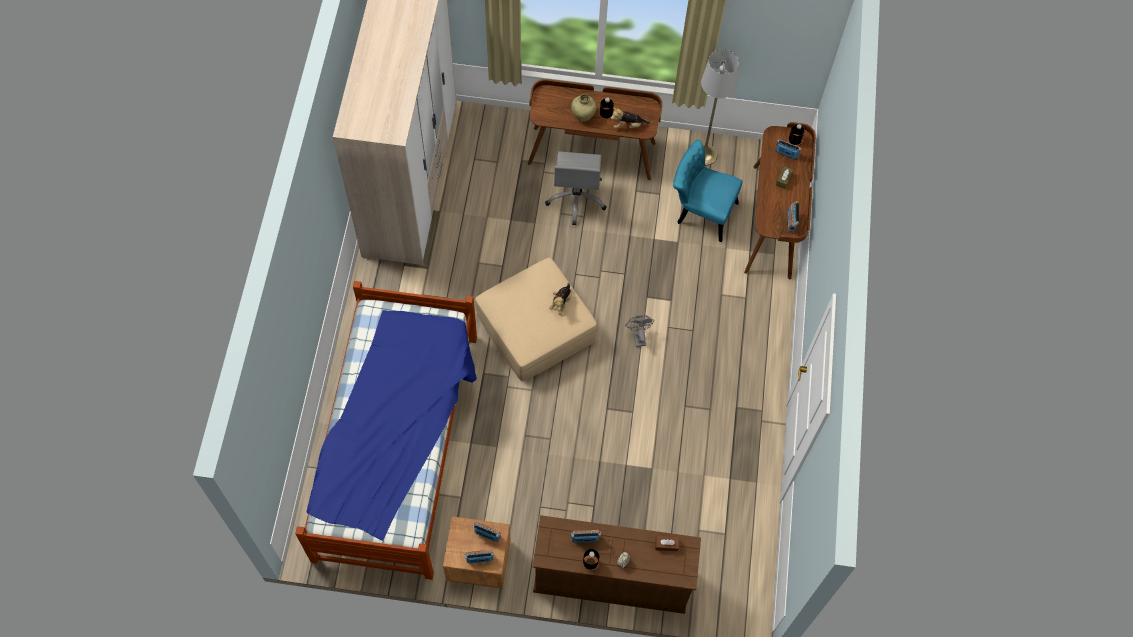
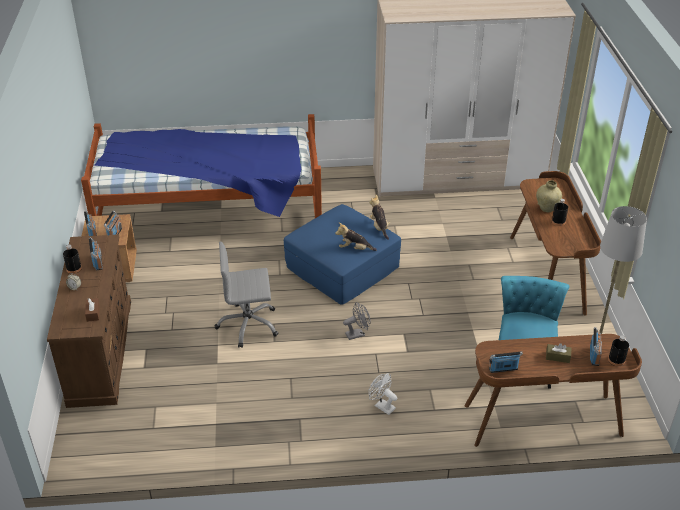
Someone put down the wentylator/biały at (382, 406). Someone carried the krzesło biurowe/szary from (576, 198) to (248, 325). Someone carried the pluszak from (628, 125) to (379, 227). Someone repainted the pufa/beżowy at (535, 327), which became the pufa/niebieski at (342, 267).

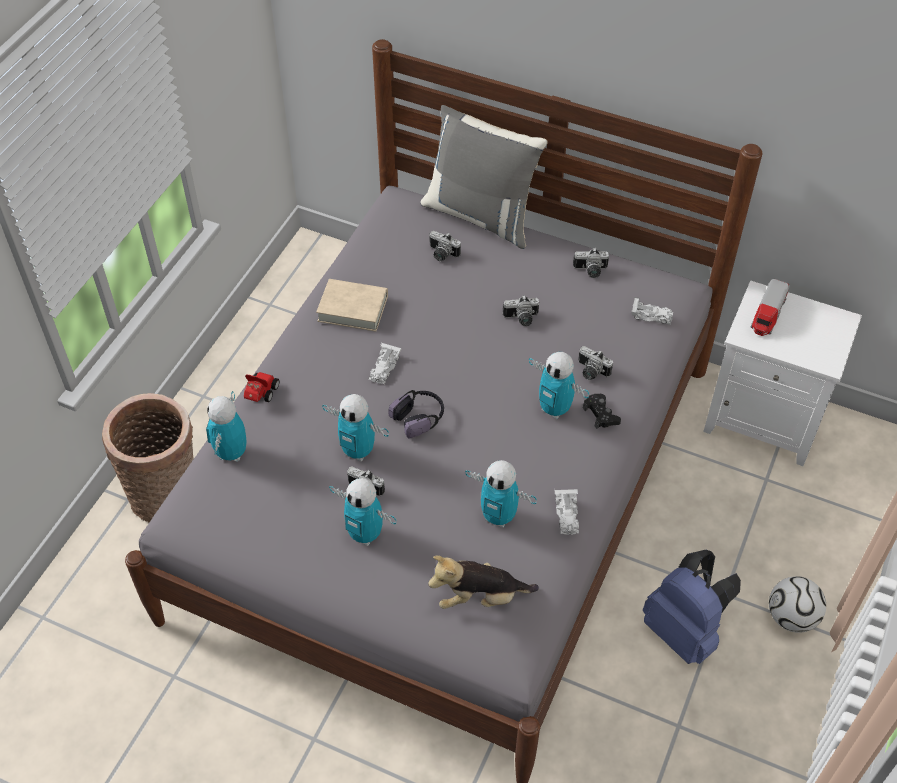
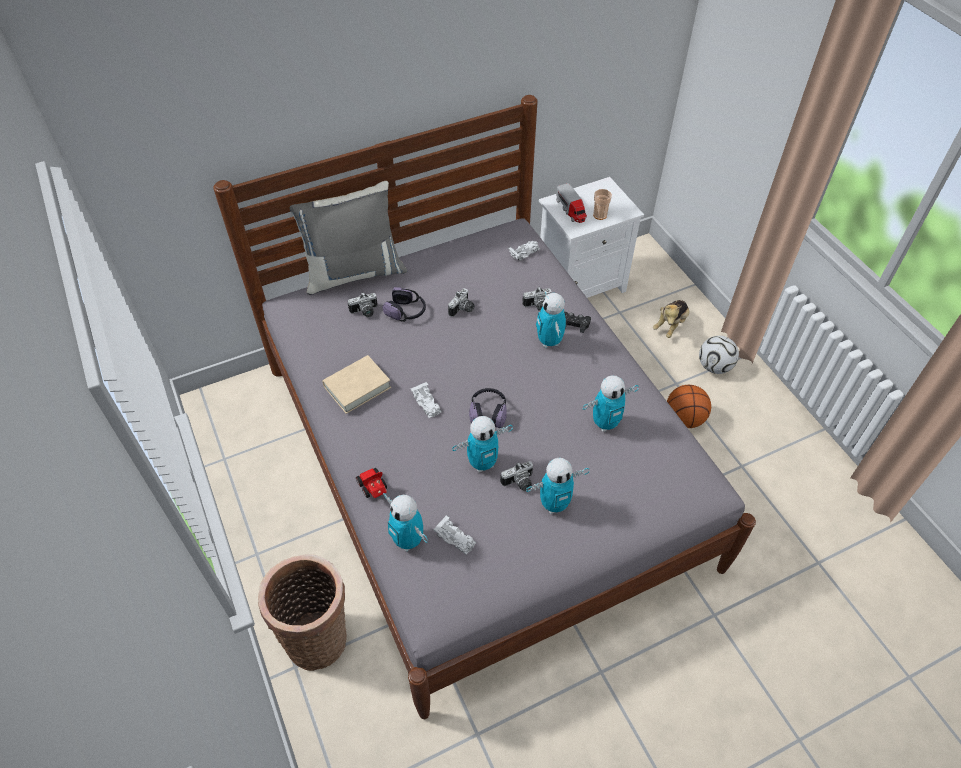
Someone took away the aparat fotograficzny at (590, 271). Someone put down the słuchawki at (406, 312). Someone put down the filiżanka at (600, 215). Someone carried the pluszak from (480, 597) to (670, 325). Someone carried the samochodzik/biały from (567, 515) to (455, 538). Someone swapped the plecak/niebieski at (684, 631) for the piłka do koszykówki at (684, 419). Someone rotated the robot zabawkowy at (554, 409) by 90 degrees clockwise.

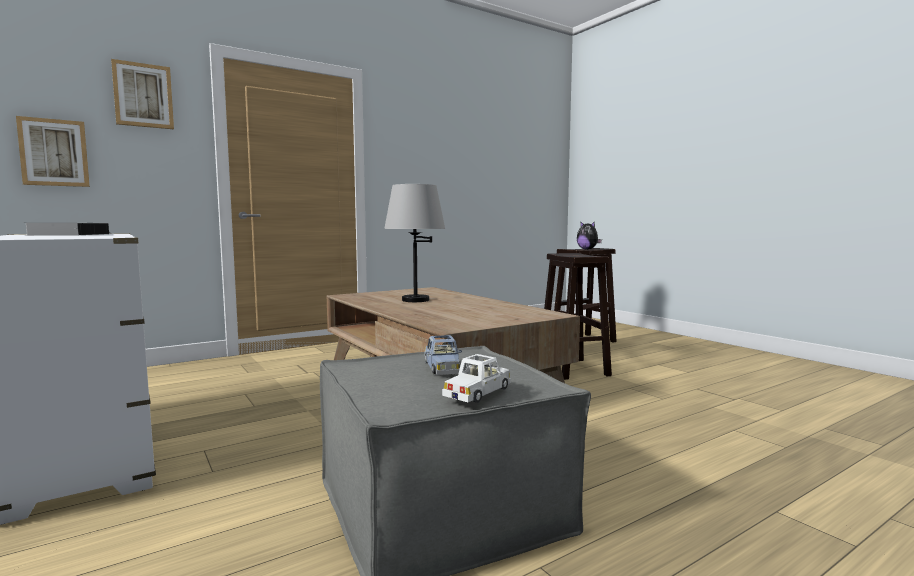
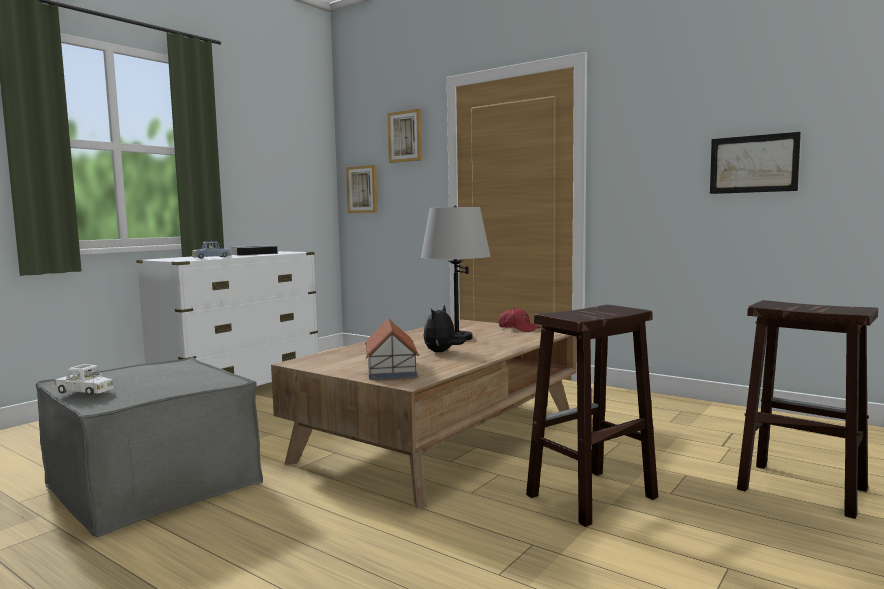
Someone put down the domek at (390, 370). Someone put down the czapka z daszkiem/czerwony at (518, 328). Someone put up the obraz at (753, 164). Someone carried the samochodzik/niebieski from (442, 367) to (211, 257). Someone carried the pluszak from (587, 249) to (441, 352).

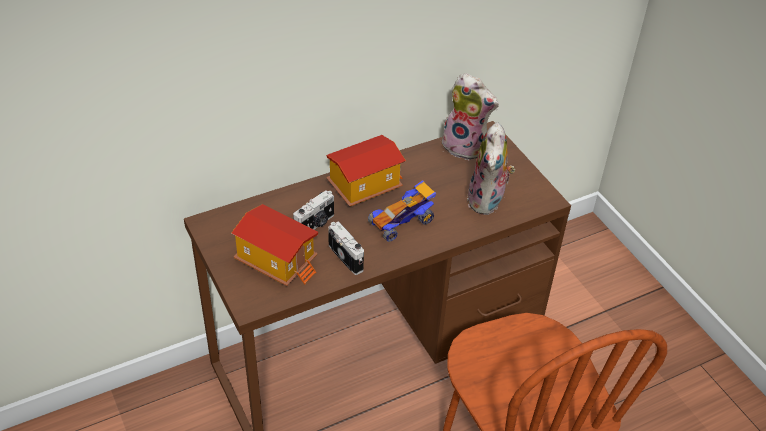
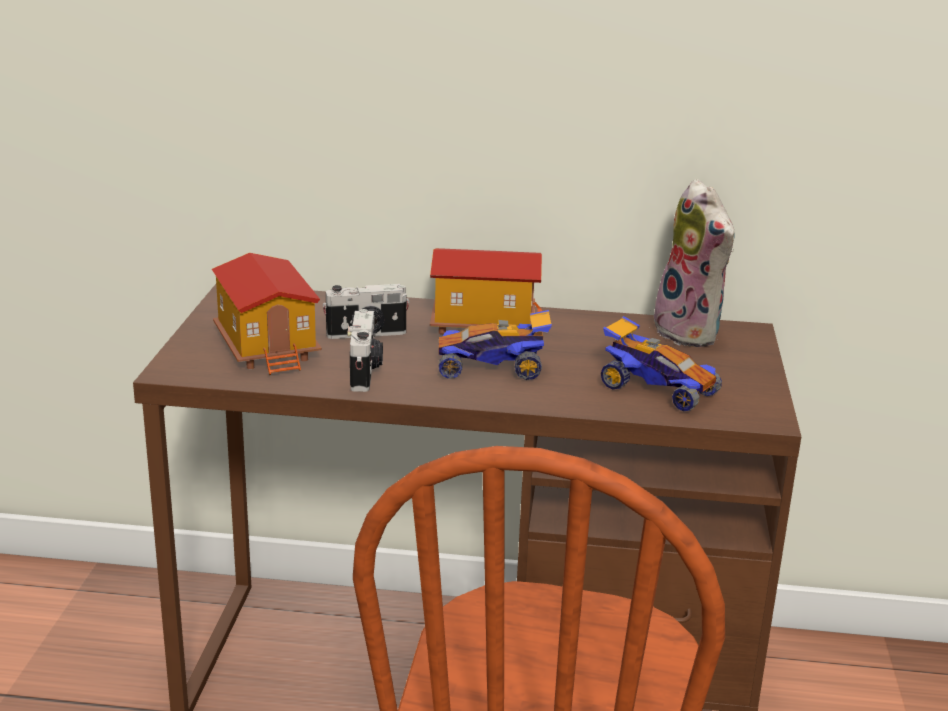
Someone swapped the pluszak at (488, 201) for the samochodzik at (656, 389).

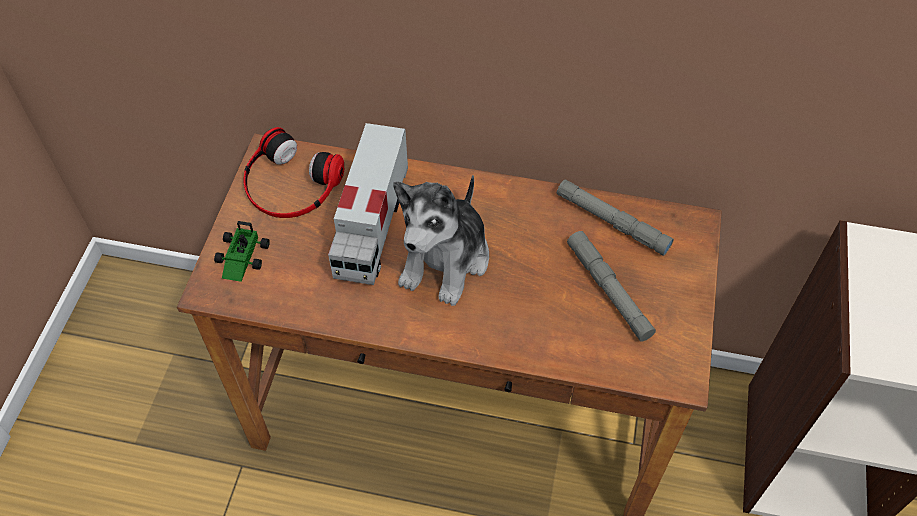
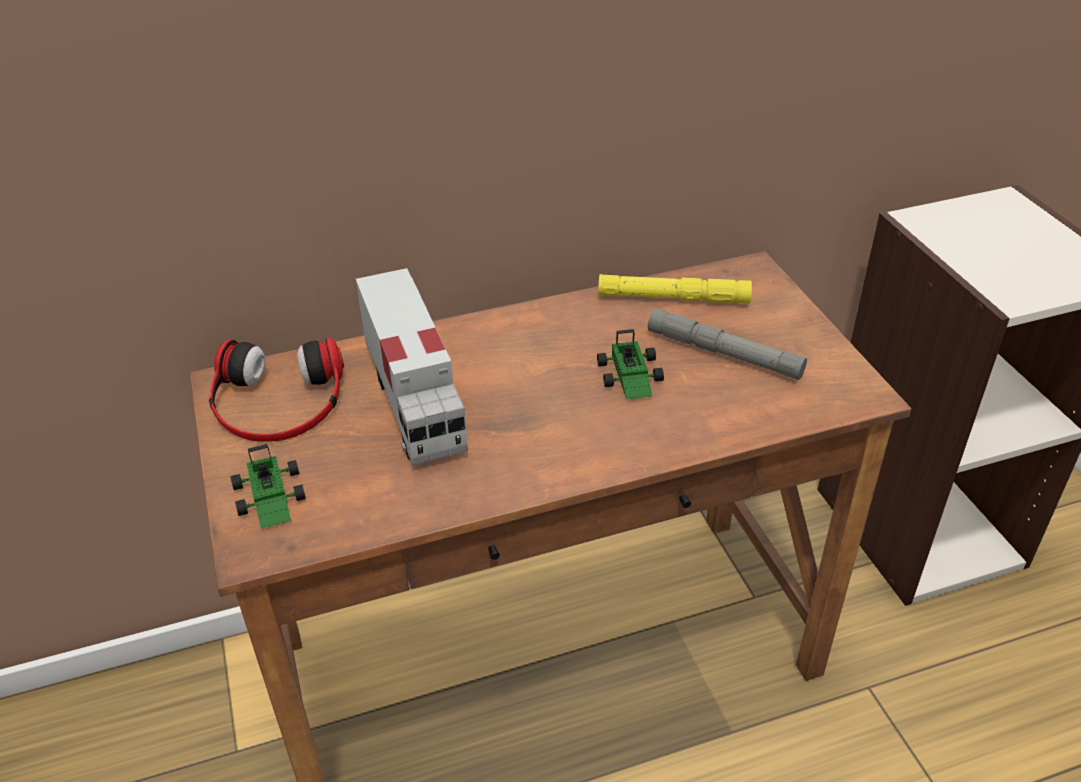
Someone took away the pluszak at (446, 260). Someone put down the samochodzik at (631, 377). Someone repainted the latarka/szary at (612, 222), which became the latarka/żółty at (673, 298).

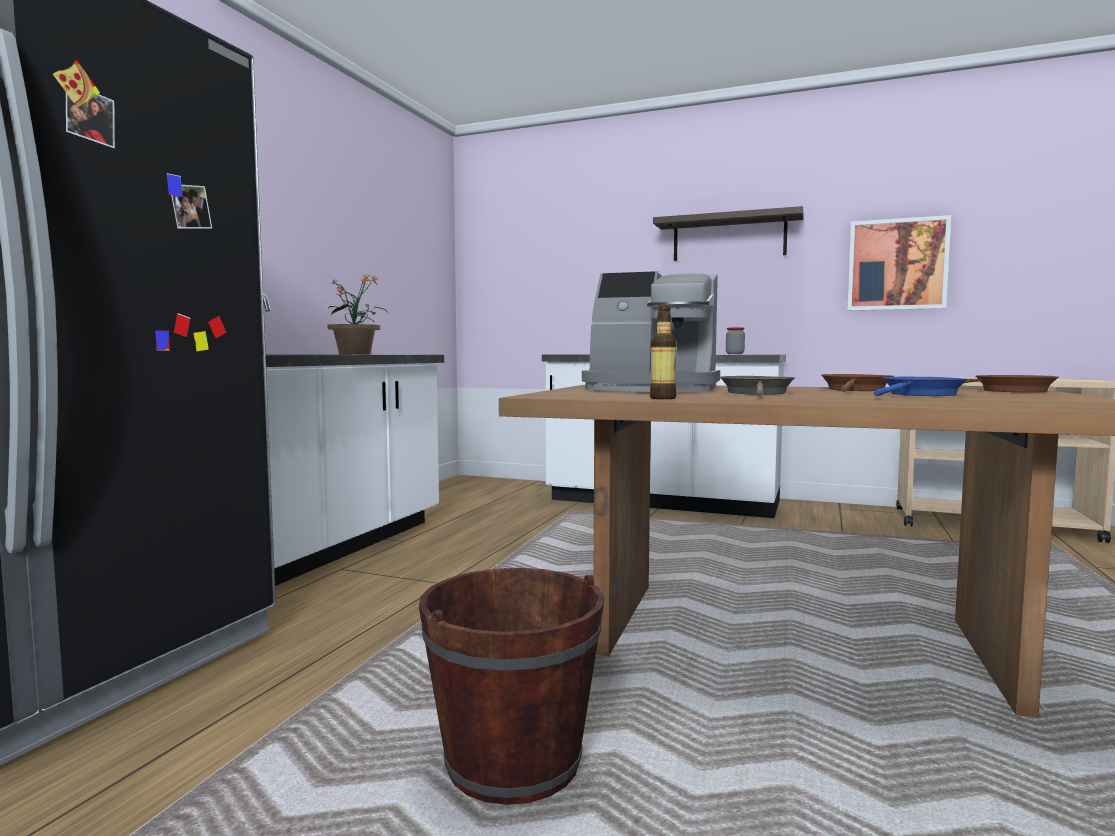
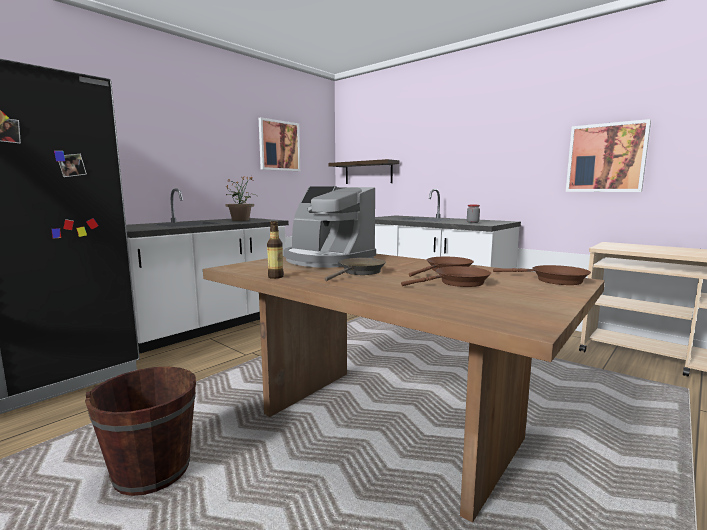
Someone put up the obraz at (279, 146). Someone carried the półka from (729, 238) to (368, 172). Someone repainted the patelnia/niebieski at (920, 395), which became the patelnia/brązowy at (458, 283).

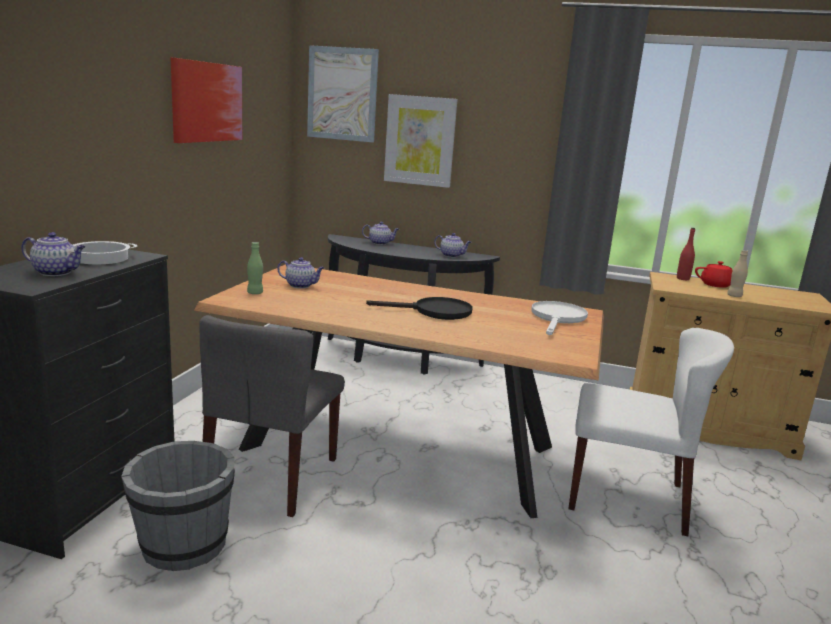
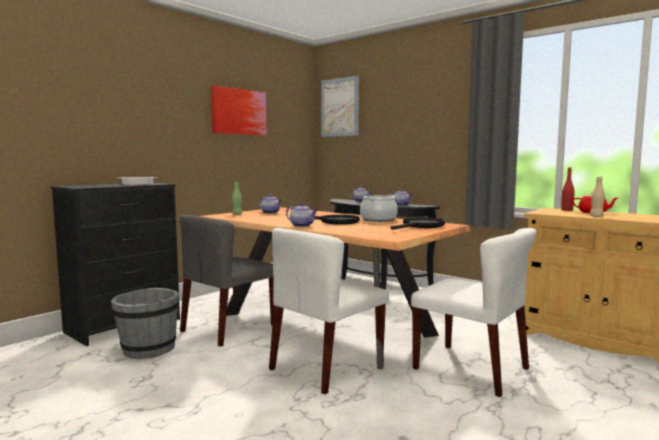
Someone took away the obraz at (420, 141). Someone put down the krzesło/biały at (326, 366). Someone put down the garnek at (378, 220). Someone carried the imbryk from (57, 272) to (302, 225). Someone repainted the patelnia/biały at (557, 318), which became the patelnia/czarny at (420, 226).

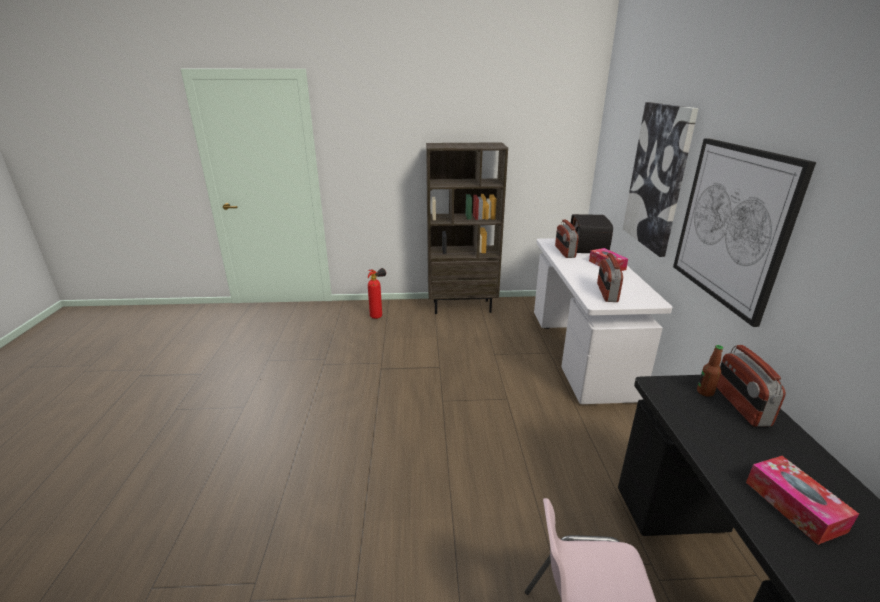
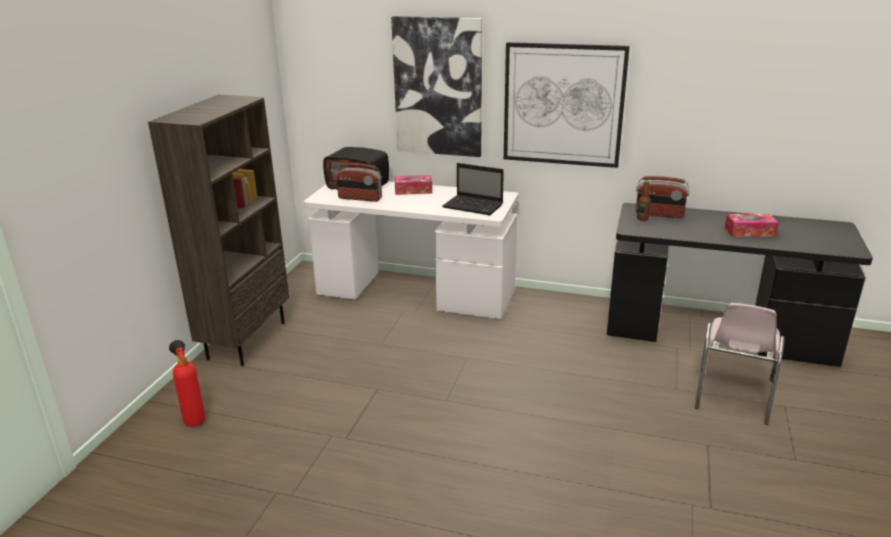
Someone swapped the radio at (606, 293) for the laptop at (474, 206).

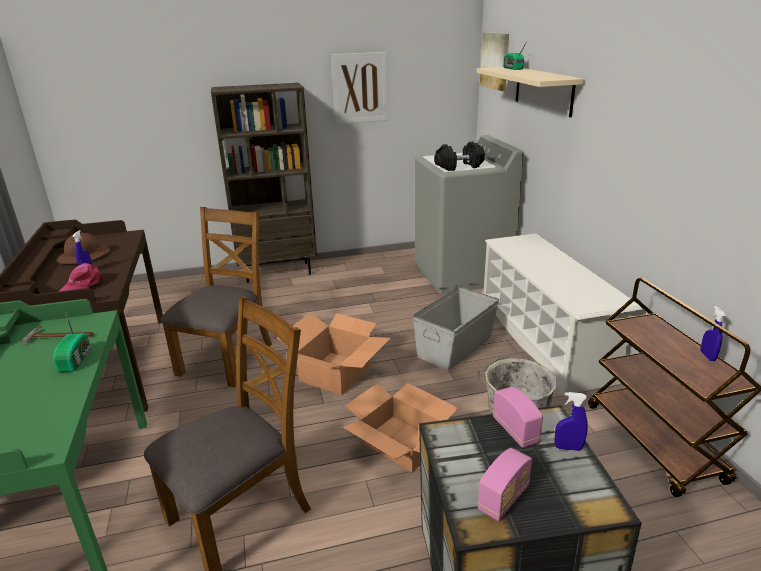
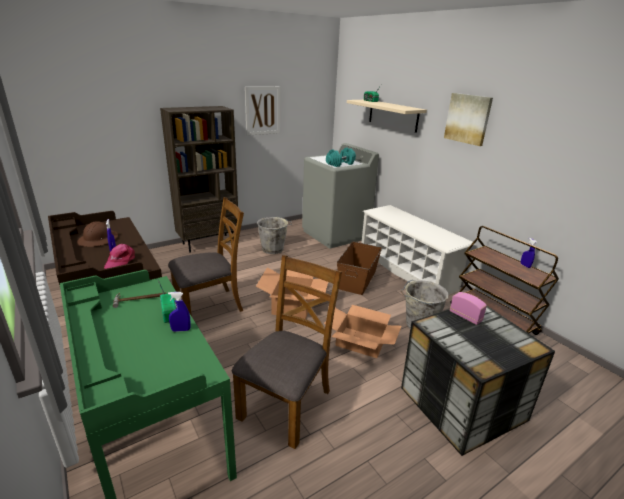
Someone took away the radio at (503, 498). Someone put down the wiadro/szary at (273, 249). Someone carried the obraz from (495, 60) to (468, 119). Someone carried the spryskiwacz/niebieski from (568, 448) to (181, 330). Someone repainted the pojemnik do przechowywania/szary at (456, 346), which became the pojemnik do przechowywania/brązowy at (358, 279). Someone repainted the hantel/czarny at (459, 167), which became the hantel/turkusowy at (340, 164). Someone rotated the krzesło/brązowy at (227, 358) by 60 degrees clockwise.

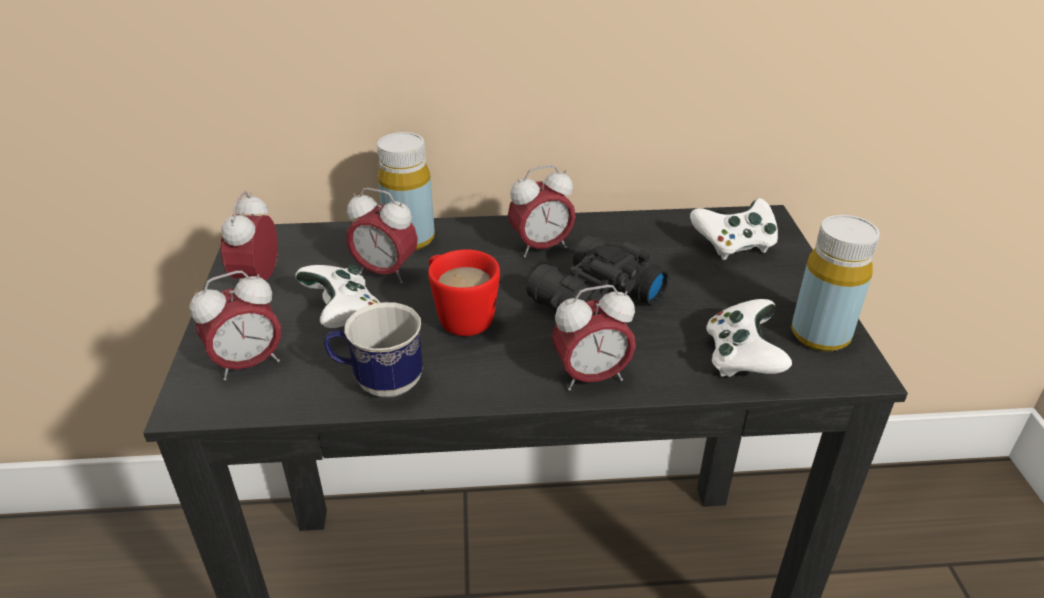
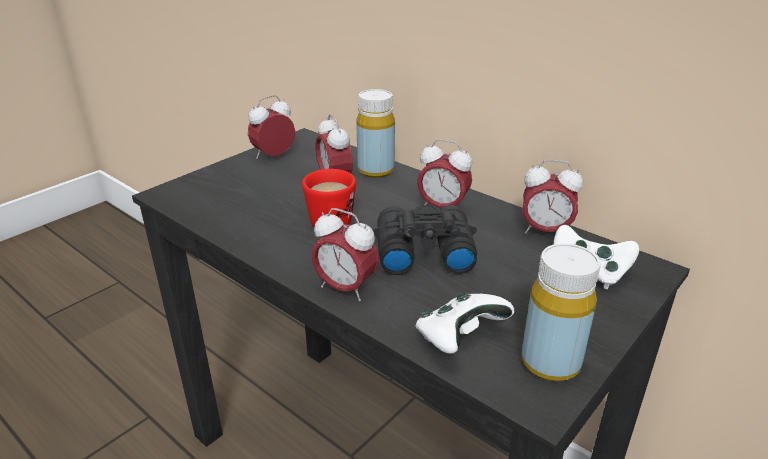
Someone took away the pad do gier/biały at (343, 315). Someone took away the kubek at (379, 383). Someone carried the budzik from (248, 364) to (545, 231).

